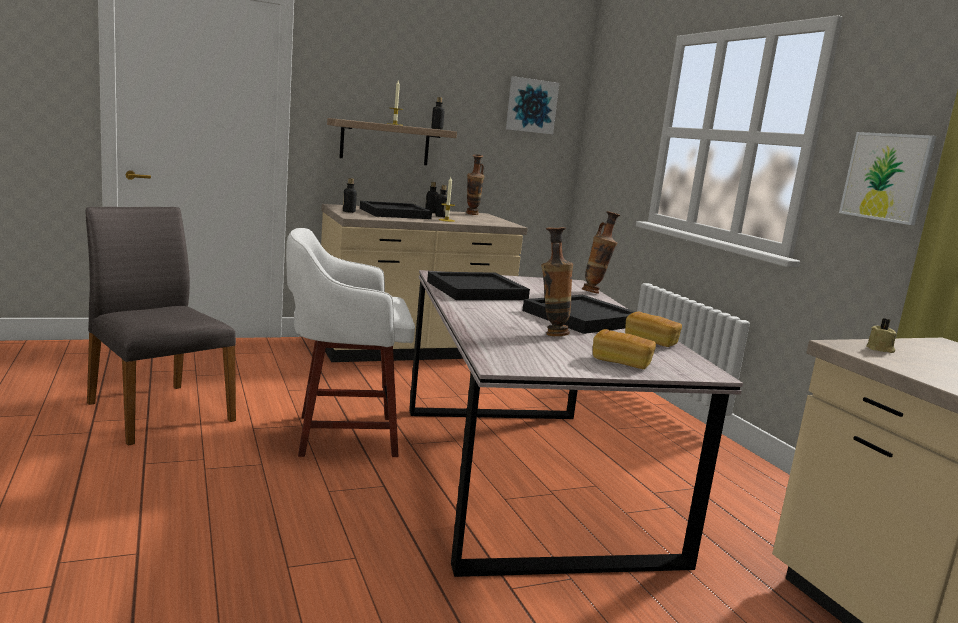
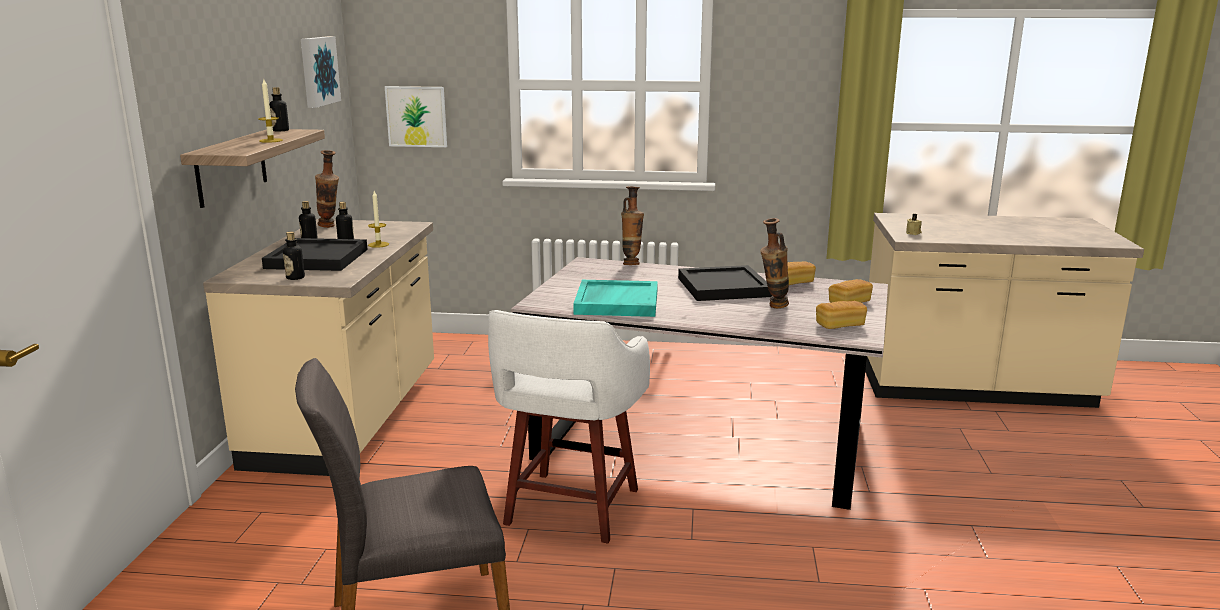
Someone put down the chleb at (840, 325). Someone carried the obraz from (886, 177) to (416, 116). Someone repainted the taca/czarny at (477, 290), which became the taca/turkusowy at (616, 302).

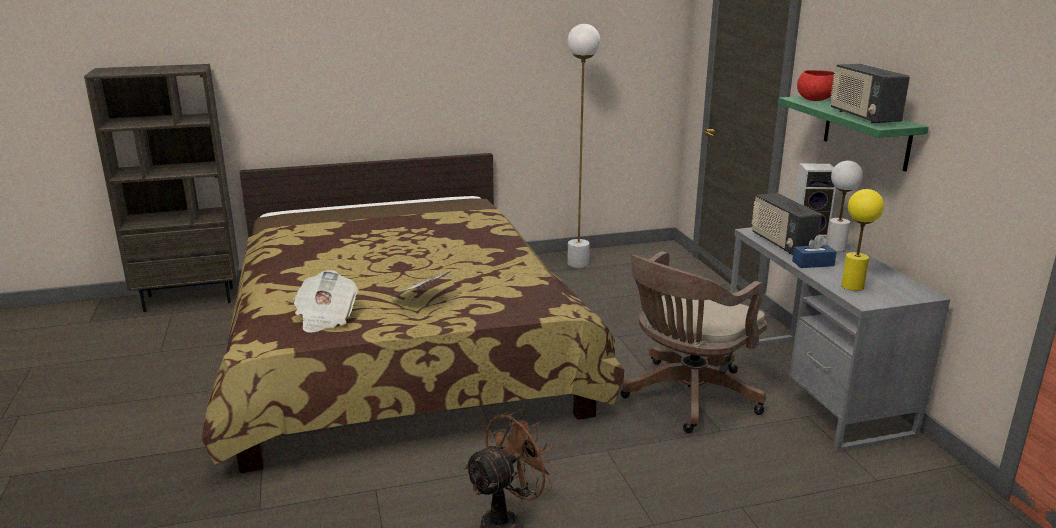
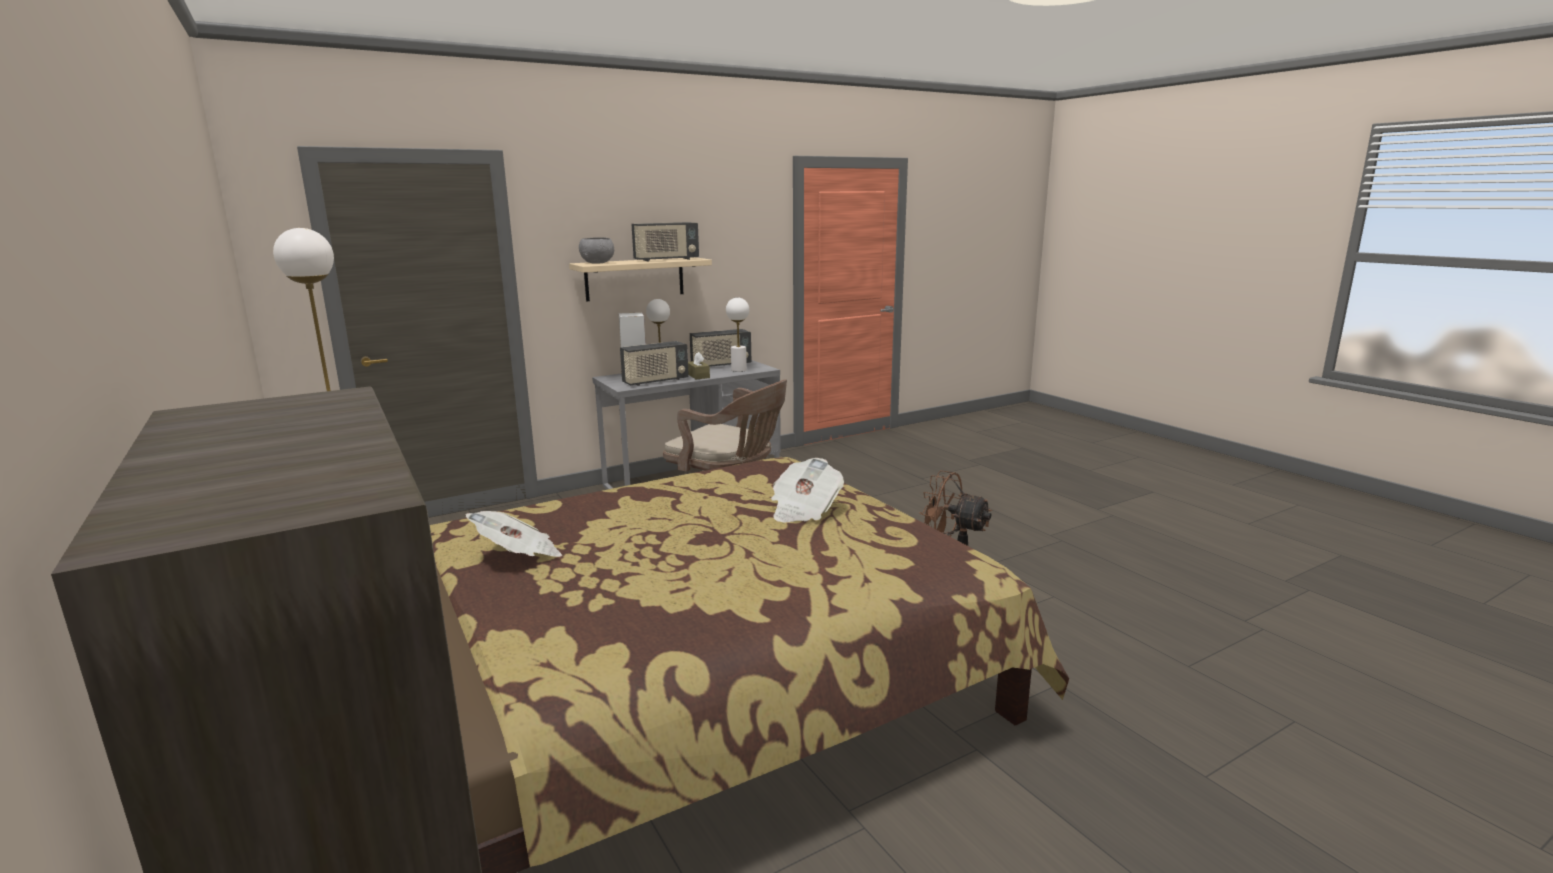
Someone put down the radio at (721, 365). Someone carried the gazeta from (325, 318) to (519, 555). Someone repainted the półka/zielony at (866, 132), which became the półka/beżowy at (635, 278). Someone repainted the pudełko chusteczek/niebieski at (813, 263), which became the pudełko chusteczek/brązowy at (698, 376). Someone repainted the miska/czerwony at (816, 100), which became the miska/szary at (597, 263). Someone repainted the lampa stołowa/żółty at (852, 286), which became the lampa stołowa/biały at (739, 370).

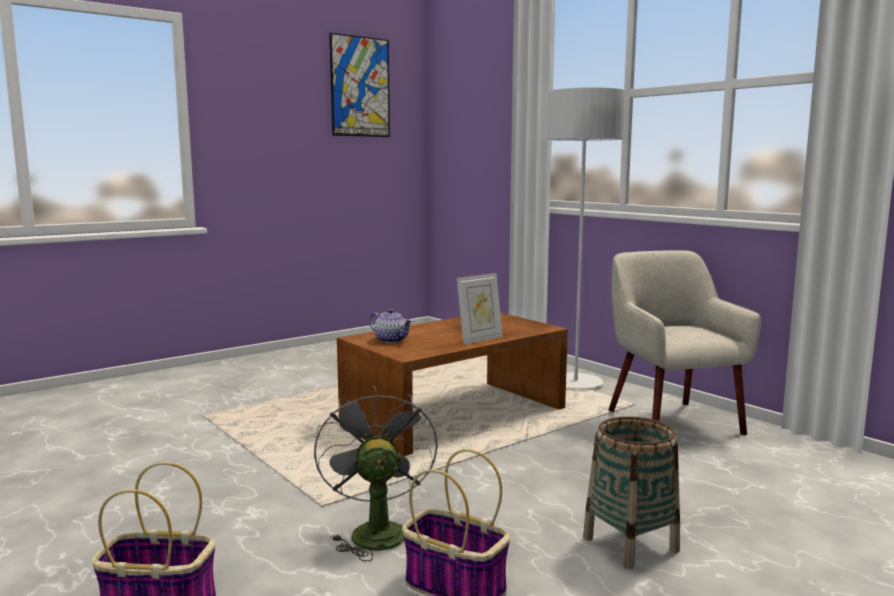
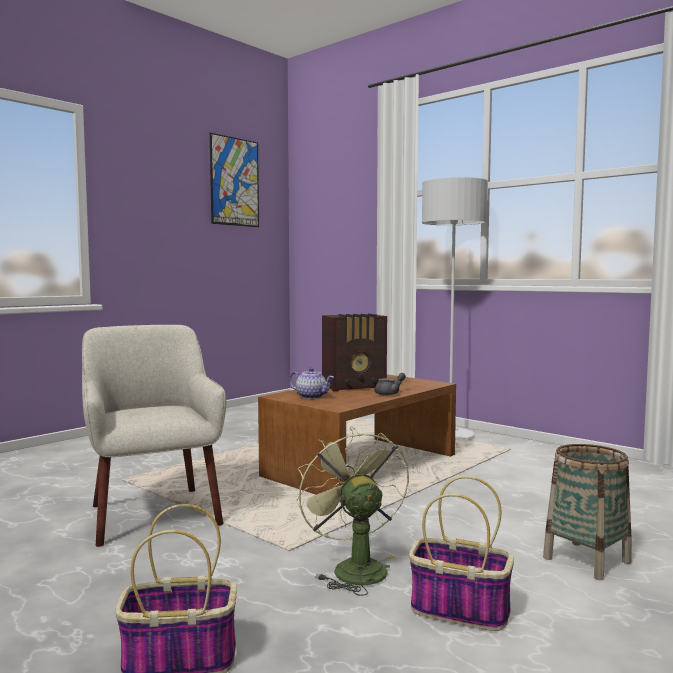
Someone put down the radio at (355, 386). Someone carried the fotel/beżowy from (671, 421) to (153, 514). Someone swapped the ramka na zdjęcie at (479, 339) for the imbryk/szary at (390, 393). Someone repainted the wentylator/szary at (375, 531), which became the wentylator/zielony at (353, 568).

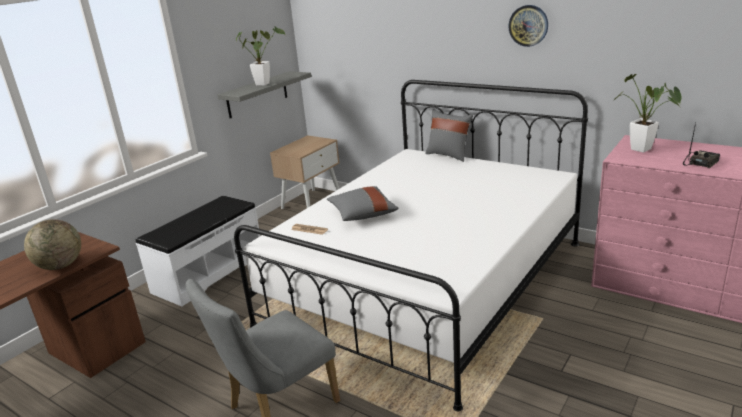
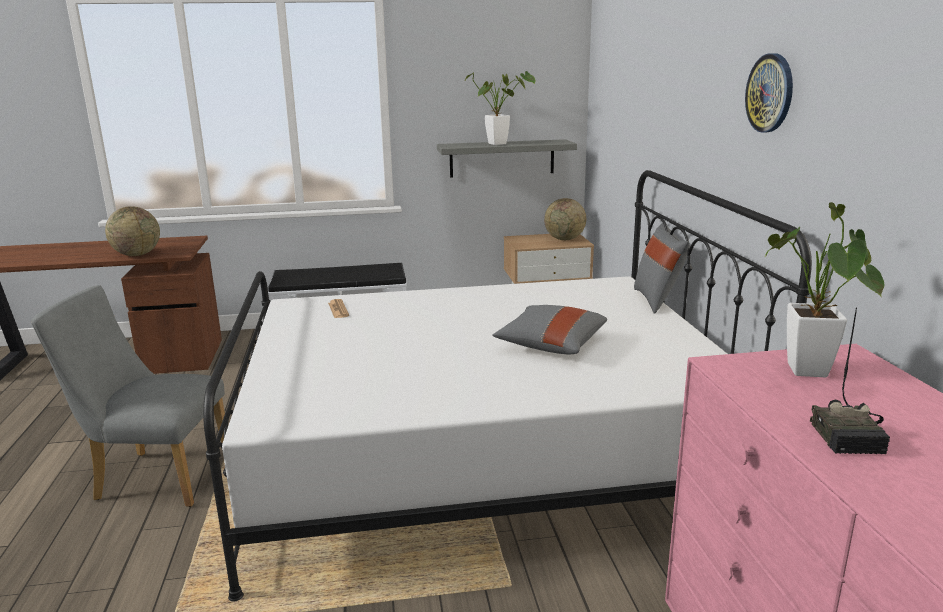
Someone put down the globus at (564, 239). Someone carried the poduszka/szary from (362, 214) to (550, 345). Someone rotated the radio at (700, 163) by 90 degrees clockwise.

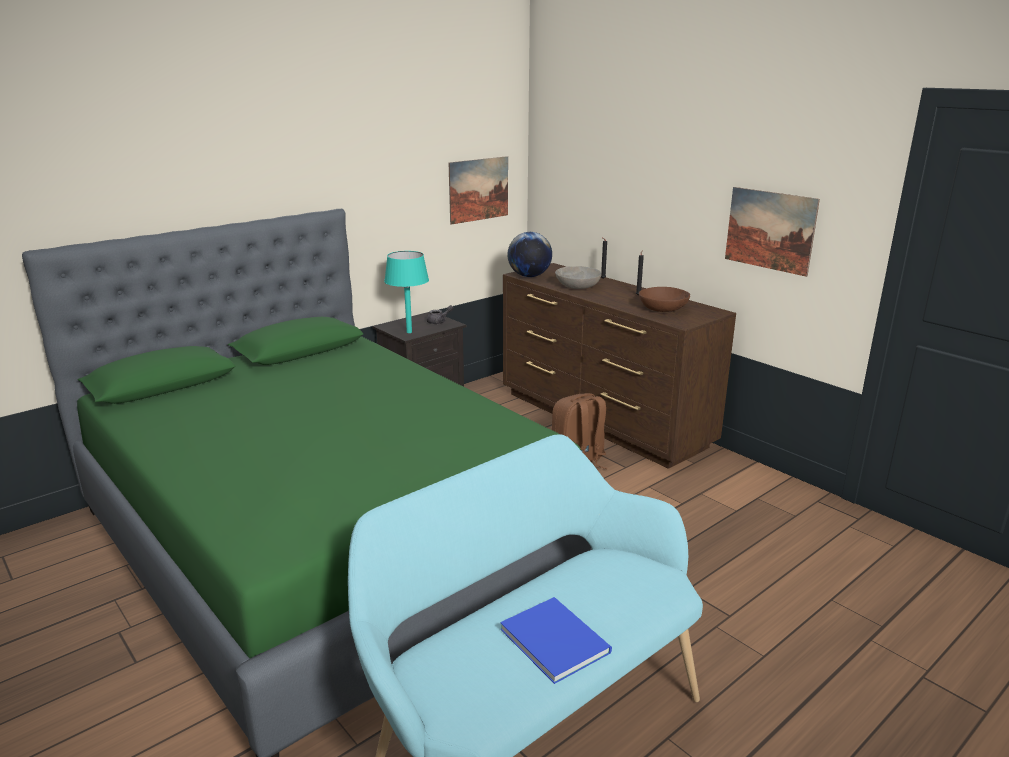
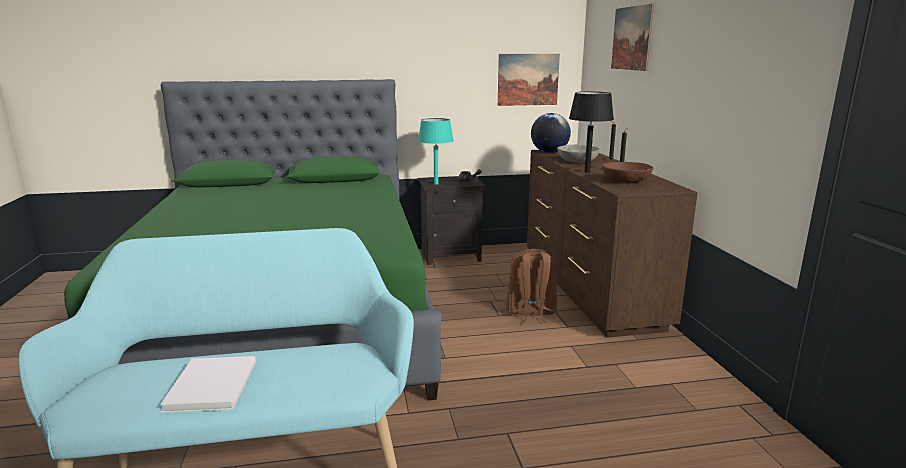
Someone put down the lampa stołowa/czarny at (587, 172). Someone carried the obraz from (770, 230) to (631, 38). Someone repainted the książka/niebieski at (555, 638), which became the książka/biały at (215, 384).

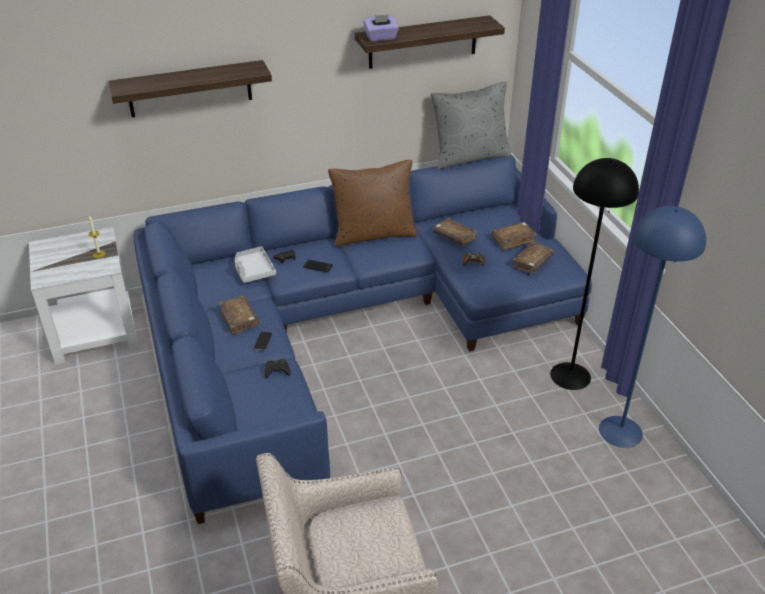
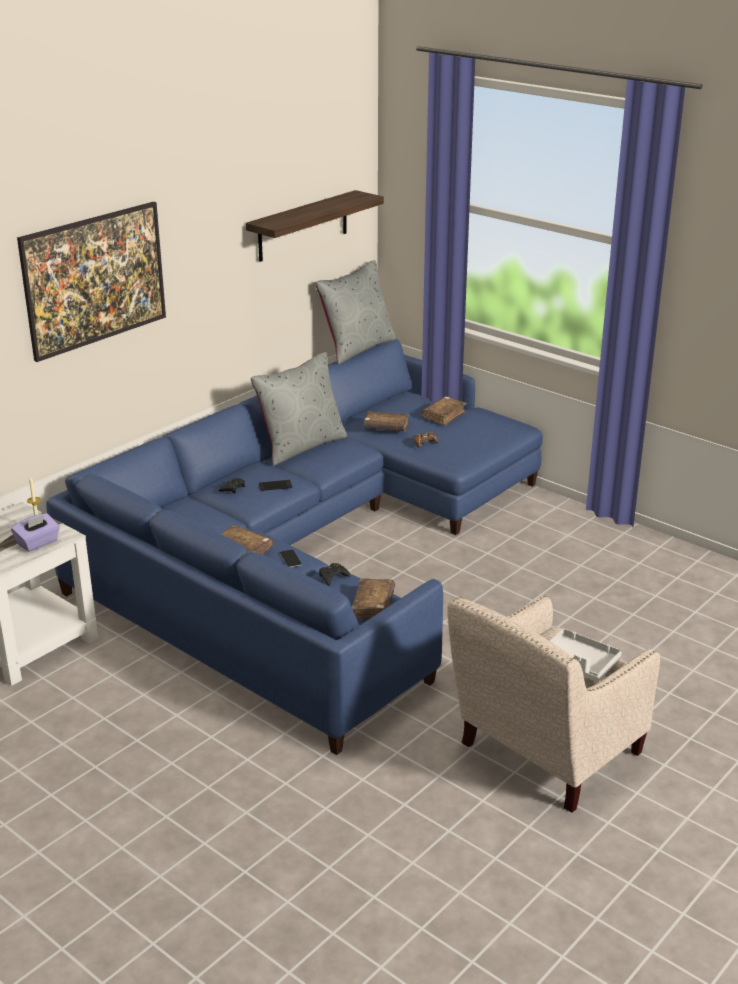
Someone took away the lampa stojąca/czarny at (571, 375). Someone took away the lampa stojąca/niebieski at (621, 431). Someone carried the taca/szary from (253, 270) to (579, 664). Someone carried the pudełko chusteczek/fioletowy from (381, 38) to (38, 543). Someone carried the książka/brązowy from (532, 263) to (373, 605). Someone swapped the półka at (190, 89) for the obraz at (98, 309). Someone repainted the poduszka/brązowy at (373, 234), which became the poduszka/szary at (301, 446).

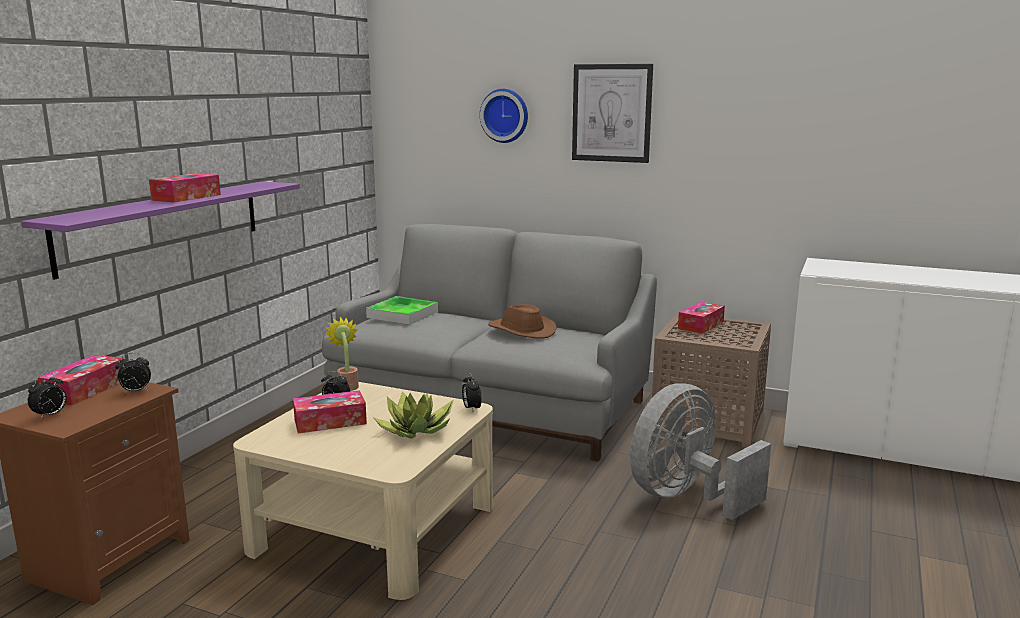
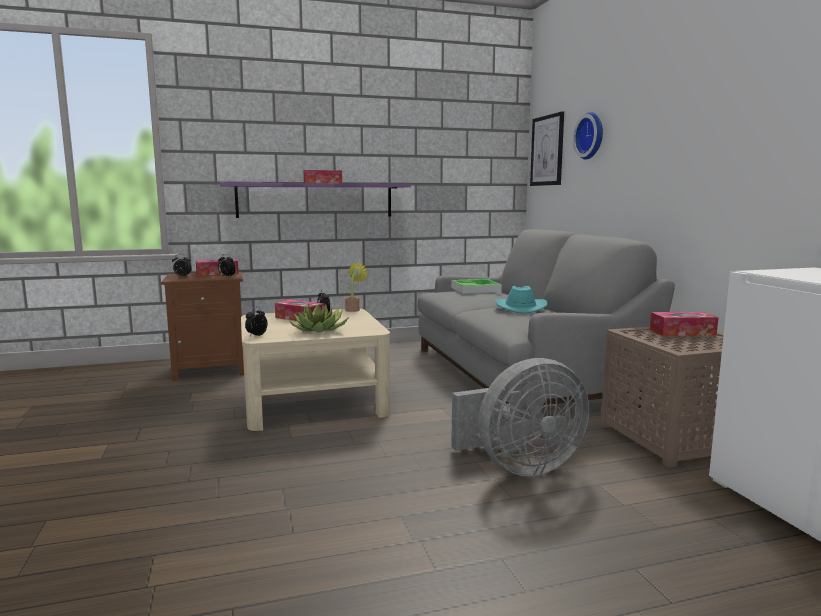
Someone carried the budzik from (471, 408) to (256, 335). Someone carried the obraz from (611, 113) to (547, 150). Someone repainted the kapelusz/brązowy at (521, 331), which became the kapelusz/turkusowy at (519, 308). Someone rotated the wentylator/szary at (686, 497) by 150 degrees clockwise.

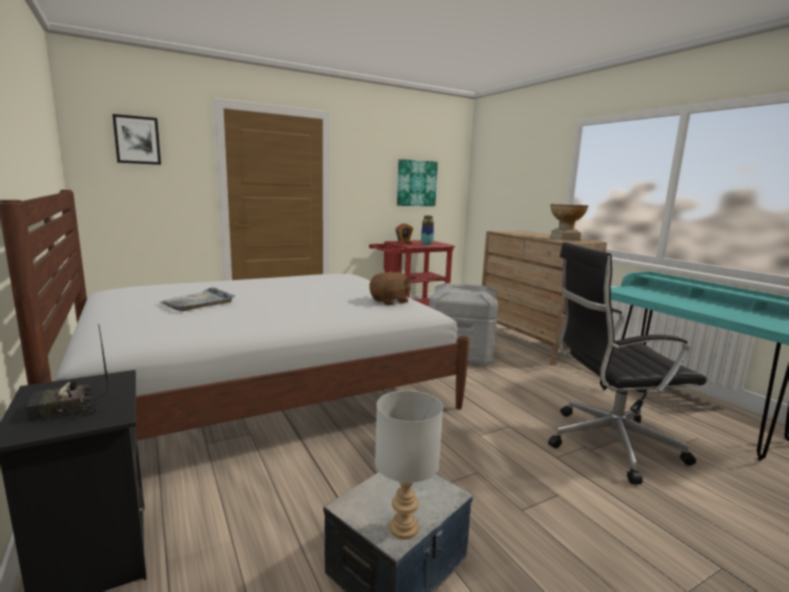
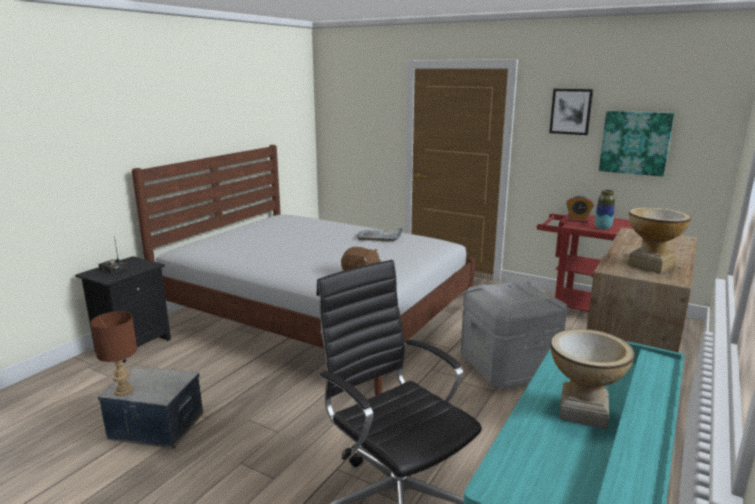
Someone put down the wazon at (582, 411). Someone carried the obraz from (137, 140) to (571, 111). Someone carried the taca/szary from (198, 302) to (380, 236). Someone repainted the lampa stołowa/szary at (405, 528), which became the lampa stołowa/brązowy at (124, 391).

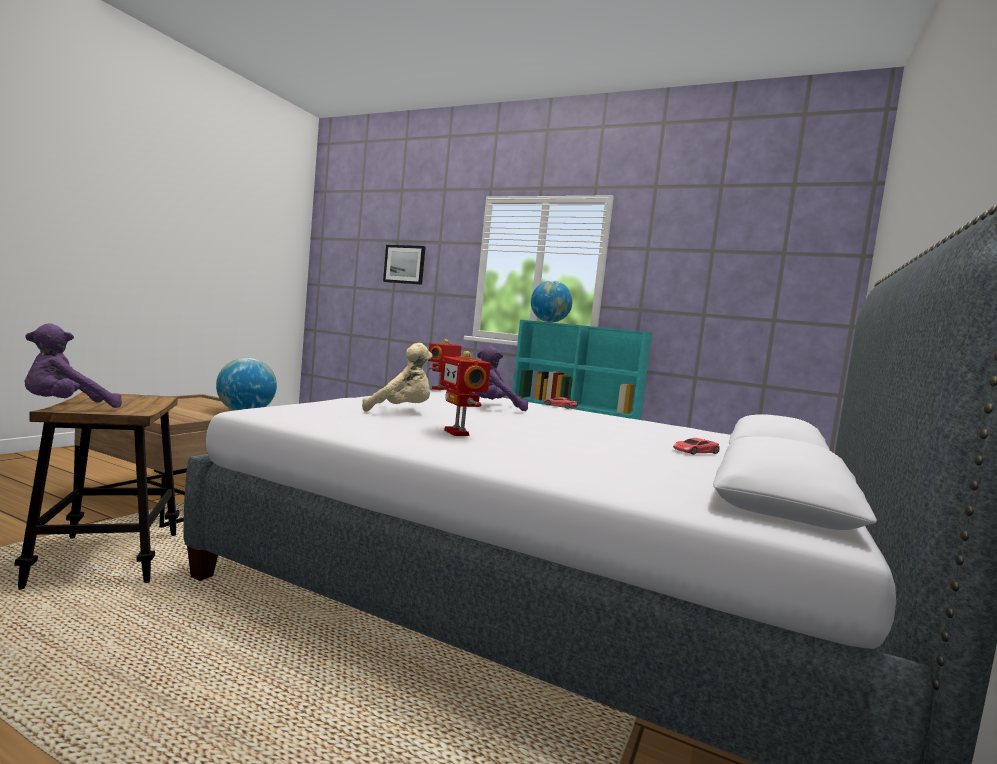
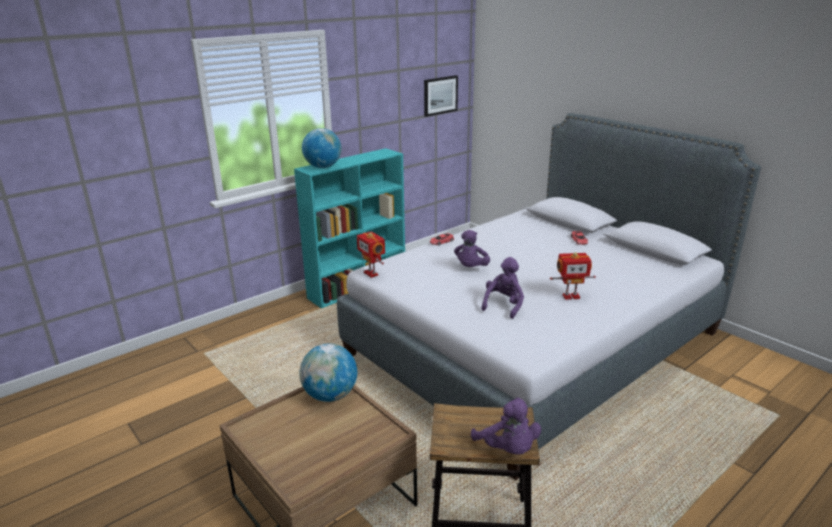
Someone carried the obraz from (404, 264) to (440, 95). Someone repainted the pluszak/beżowy at (401, 411), which became the pluszak/fioletowy at (503, 305).

